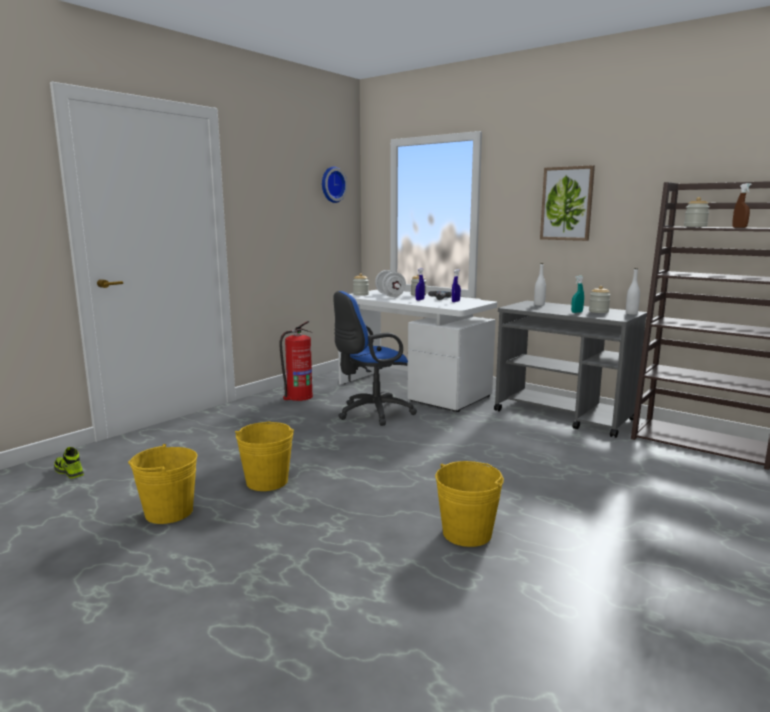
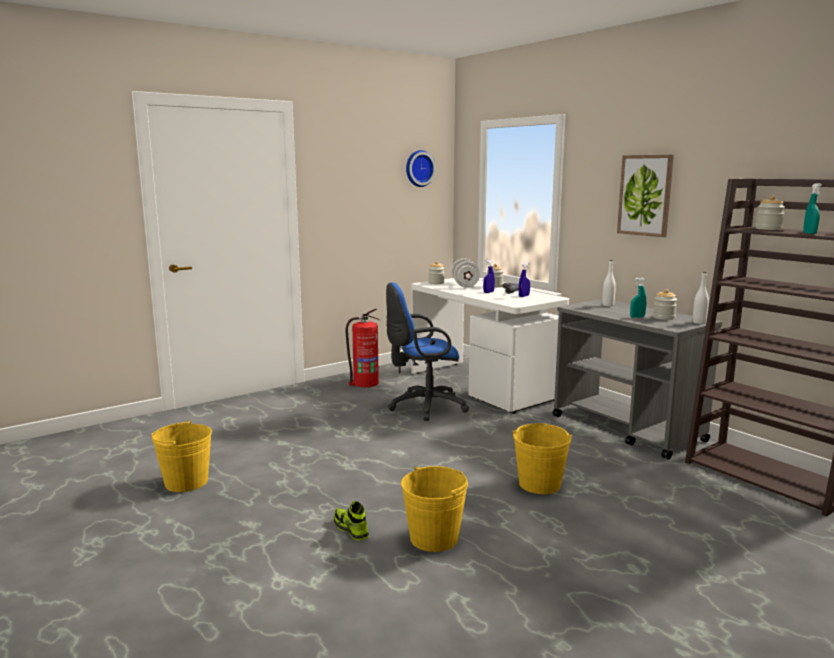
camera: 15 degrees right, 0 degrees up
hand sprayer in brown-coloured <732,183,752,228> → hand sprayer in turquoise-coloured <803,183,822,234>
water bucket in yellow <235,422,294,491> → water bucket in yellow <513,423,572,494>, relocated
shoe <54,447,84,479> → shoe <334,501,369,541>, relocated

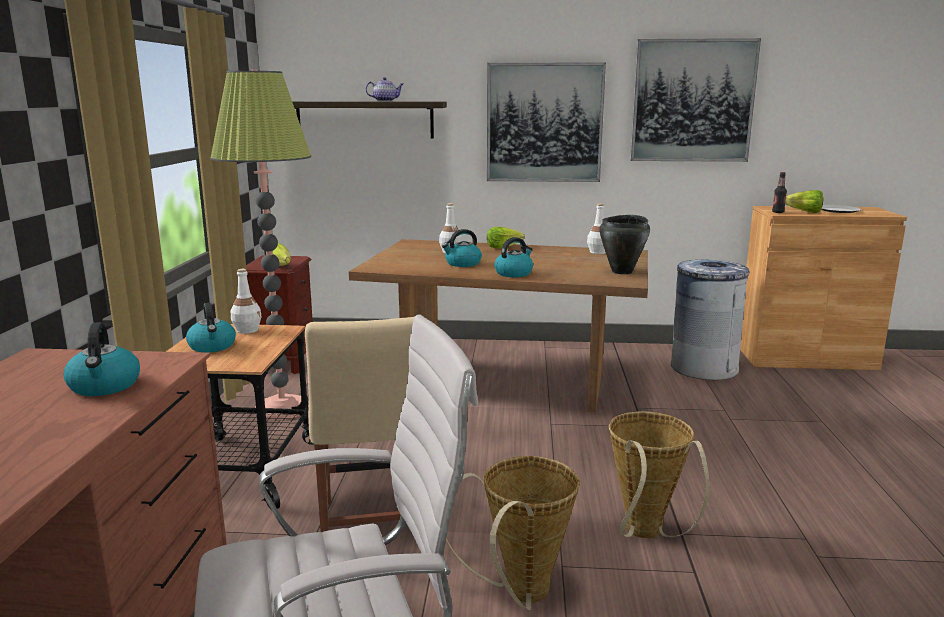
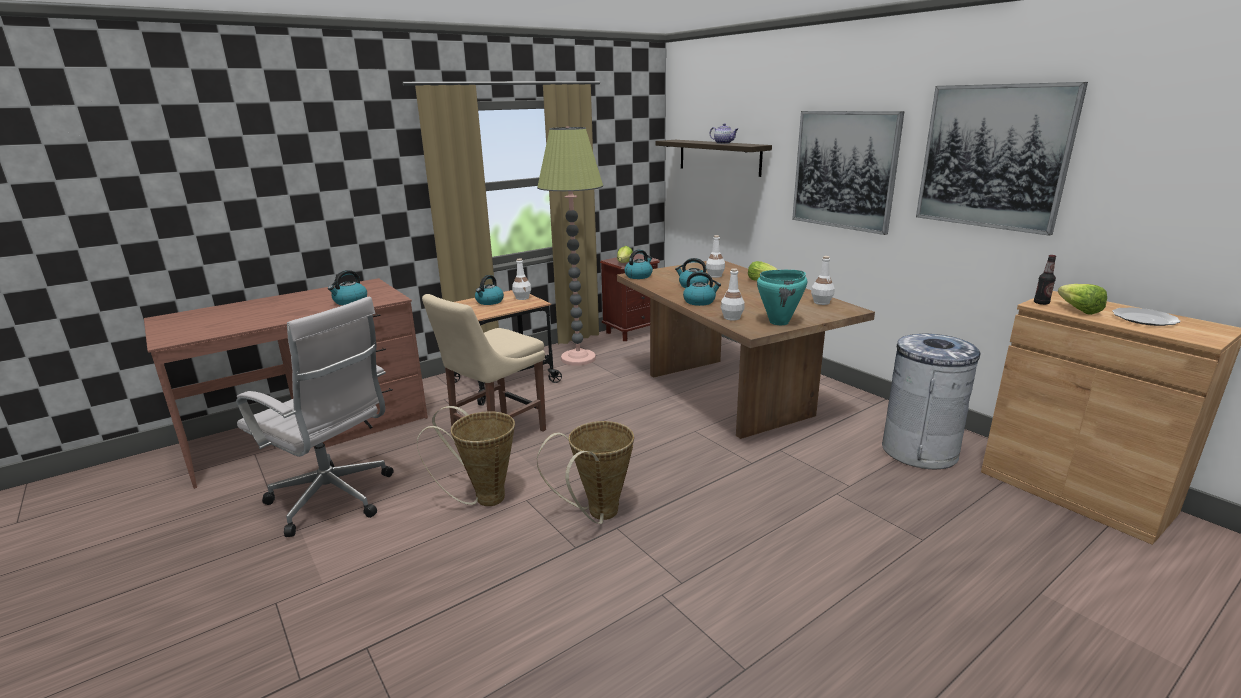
camera: 50 degrees right, 5 degrees up
cooking pot in black <599,215,650,274> → cooking pot in turquoise-coloured <757,270,807,325>
- → kettle <624,250,653,279>
- → drink bottle in whitish <721,268,745,320>

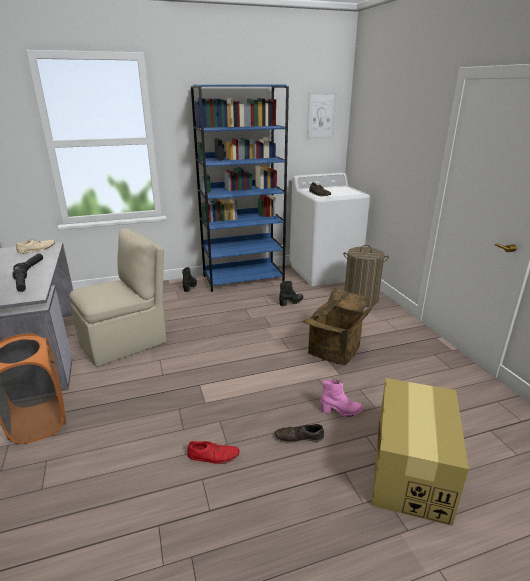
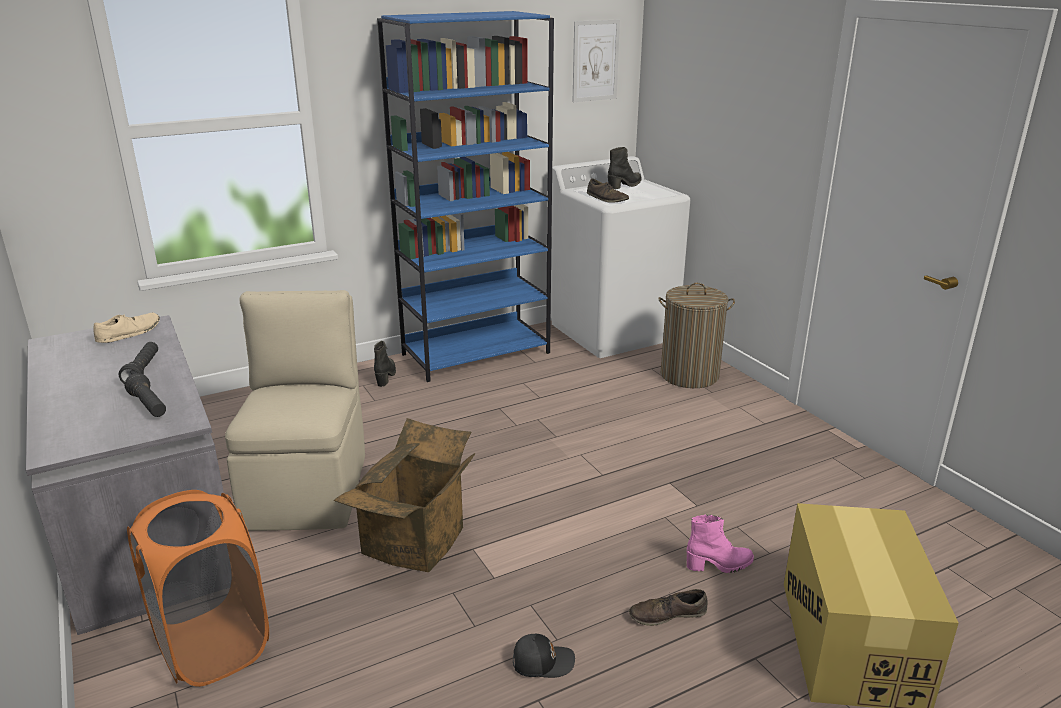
camera: 10 degrees left, 0 degrees up
upright chair in beige <69,228,167,367> → upright chair in beige <225,290,365,531>, 45 degrees counterclockwise
tall boot in black <279,281,303,306> → tall boot in black <608,147,641,189>, relocated
cardboard box <302,288,373,365> → cardboard box <334,418,475,572>, relocated
shoe in red <187,441,240,464> → cap in black <513,634,575,678>

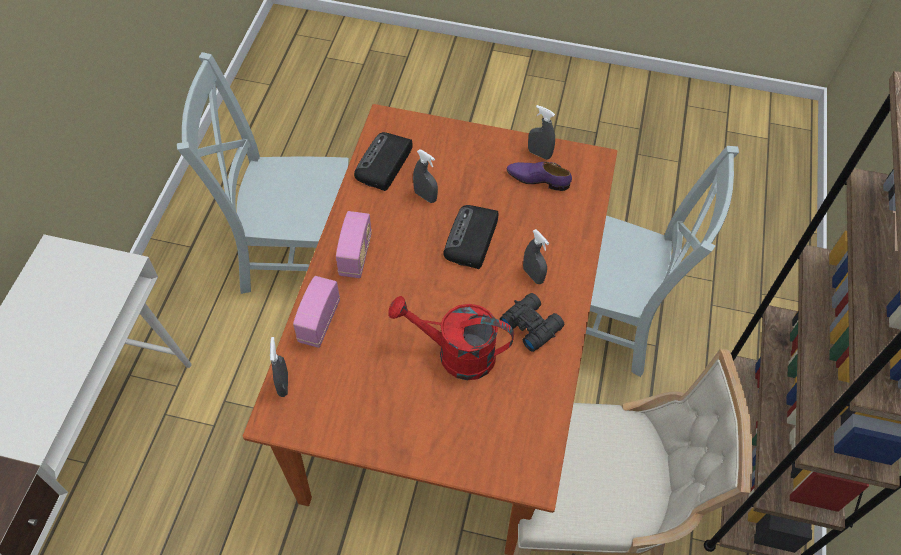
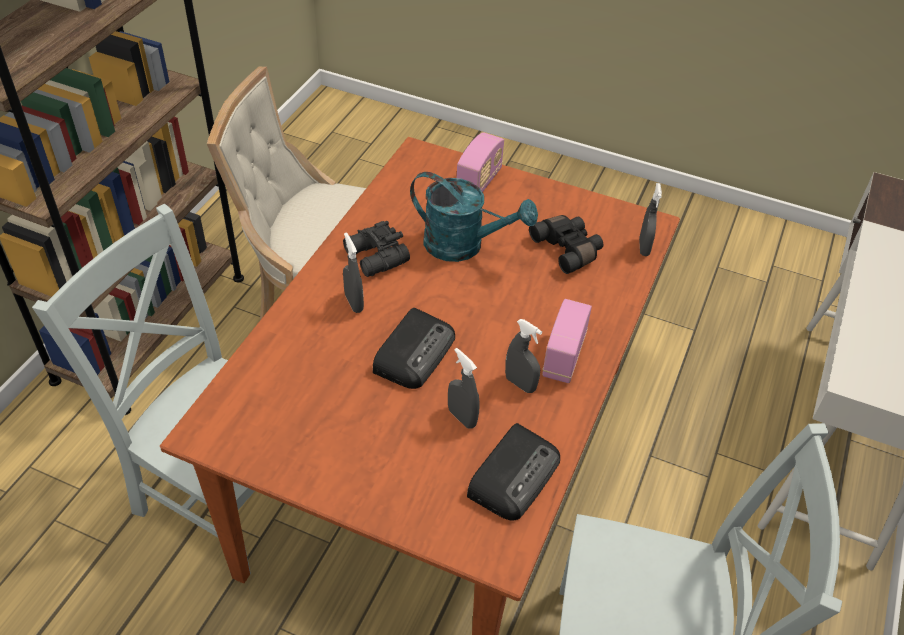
camera: 170 degrees left, 10 degrees down
hand sprayer in greyish <528,105,555,160> → hand sprayer in greyish <505,319,542,393>, relocated
shoe in purplish <507,162,572,191> → -
radio receiver <293,276,340,348> → radio receiver <457,132,504,192>, relocated
watering can in red <388,296,514,380> → watering can in turquoise-coloured <410,172,538,262>
- → binoculars in black <529,215,603,274>

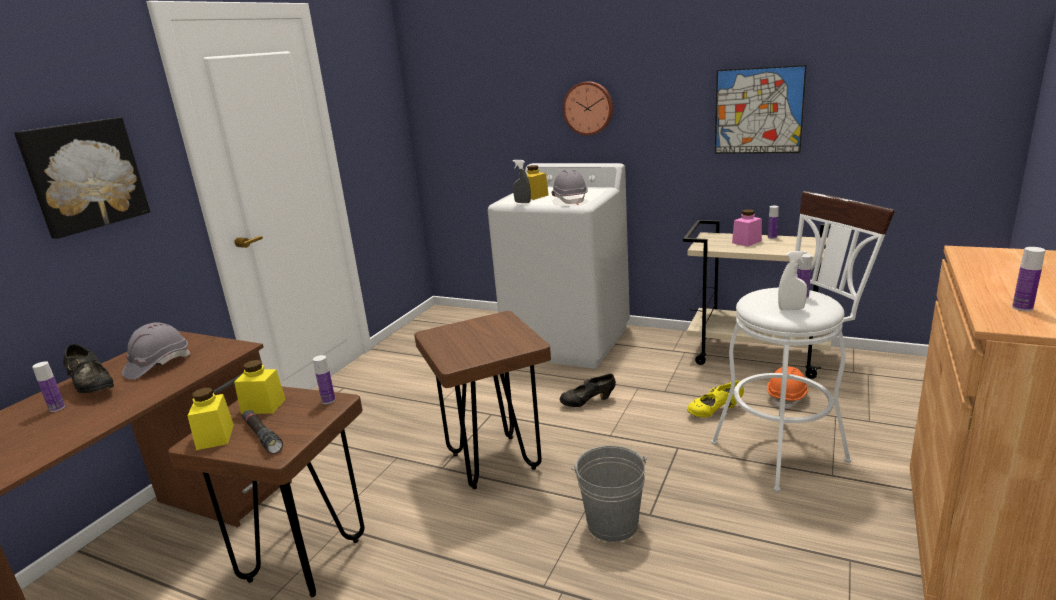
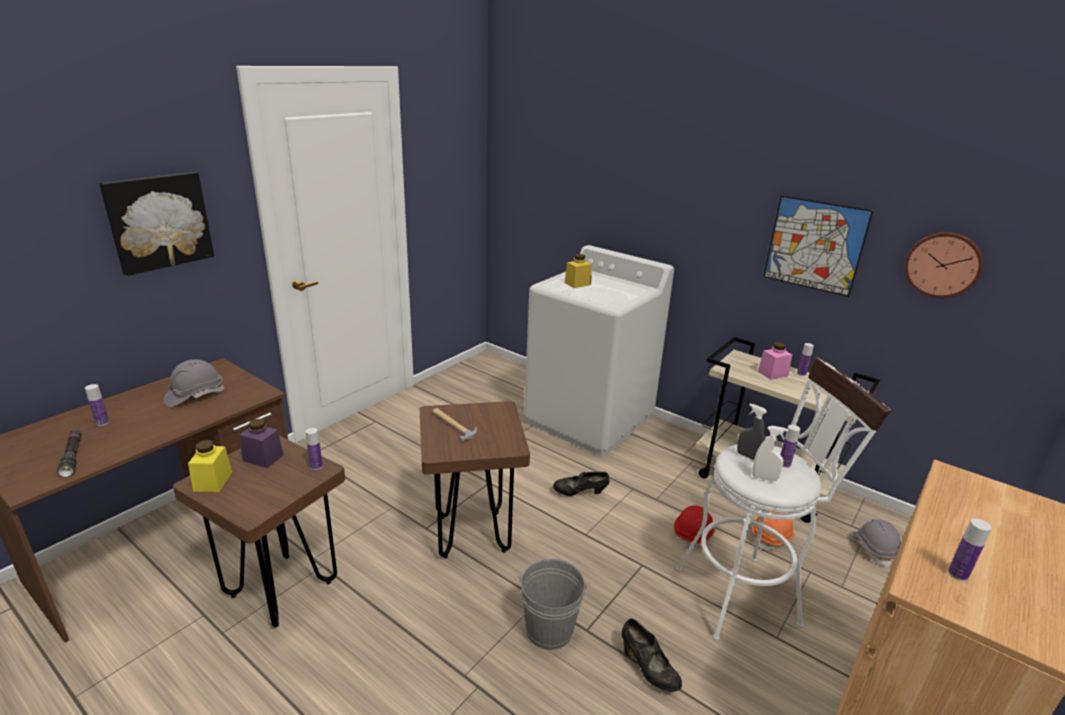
camera: 10 degrees right, 5 degrees up
hanging clock <563,81,613,135> → hanging clock <904,232,983,298>, relocated
hand sprayer in greyish <513,160,531,203> → hand sprayer in greyish <737,403,767,460>, relocated
safety helmet in greyish <552,169,588,205> → safety helmet in greyish <853,519,901,568>, relocated
shoe in black <63,344,114,393> → shoe in black <622,618,682,692>, relocated
preserve jar in yellow <234,360,286,414> → preserve jar in purplish <239,419,283,468>
shoe in yellow <687,381,744,417> → safety helmet in red <674,505,715,550>
flashlight in black <242,410,283,454> → flashlight in black <57,430,81,477>, relocated
- → tool hammer <432,408,477,443>

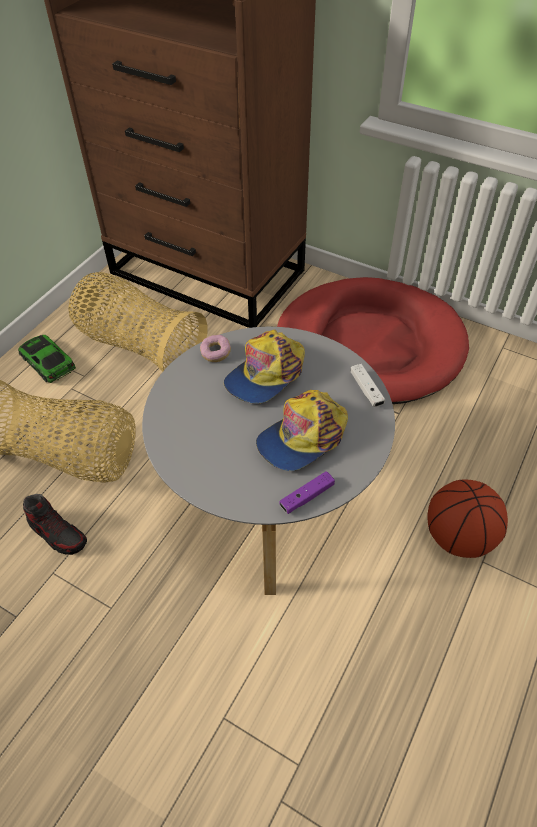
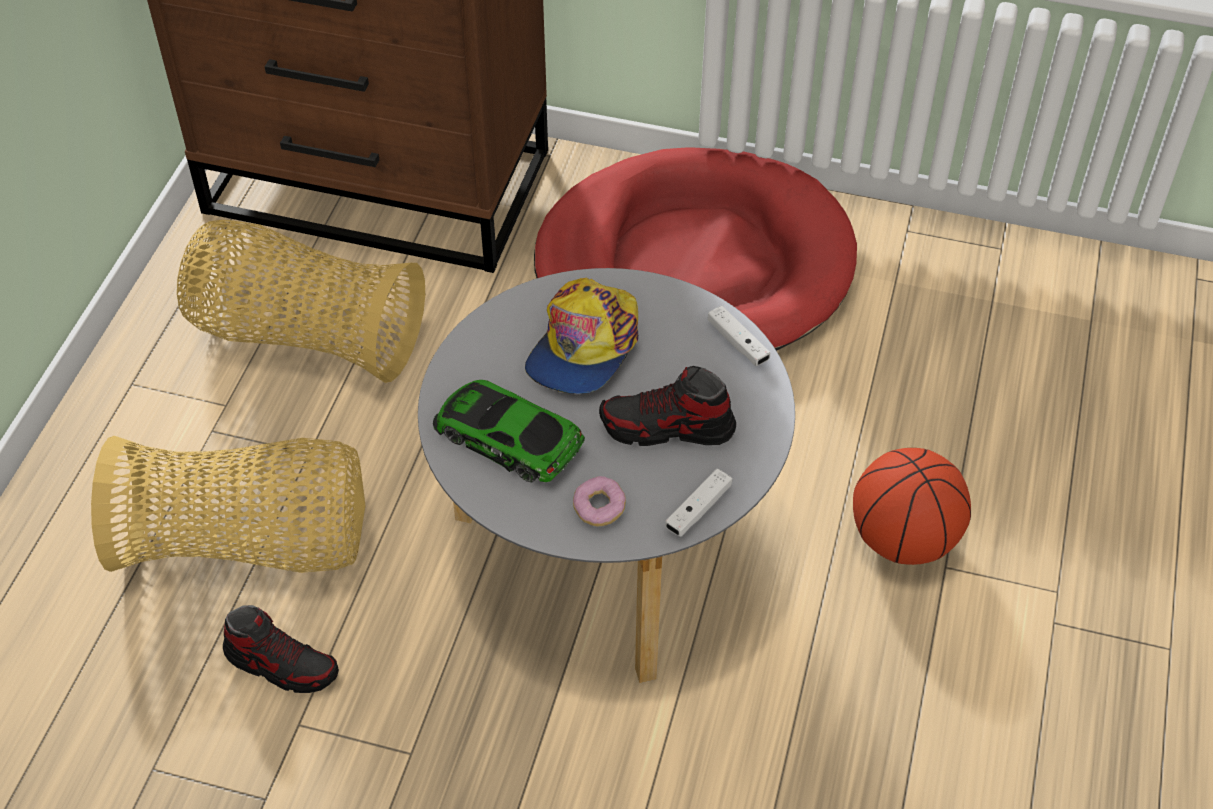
camera: 15 degrees left, 0 degrees up
toy car <18,335,76,383> → toy car <433,380,585,482>, relocated
ring doughnut <200,335,231,362> → ring doughnut <573,476,626,527>, relocated
cap <256,390,348,471> → shoe <599,366,736,446>
joypad in purplish <279,471,335,514> → joypad in whitish <665,469,732,537>

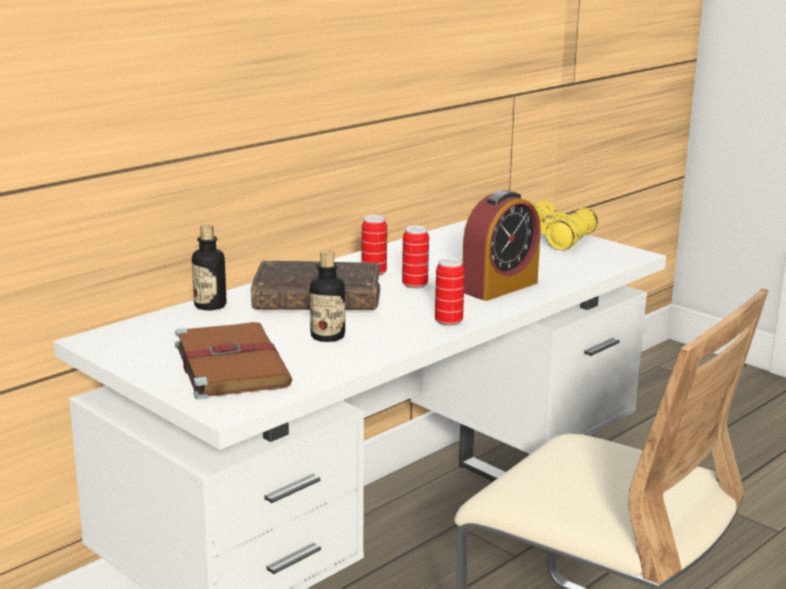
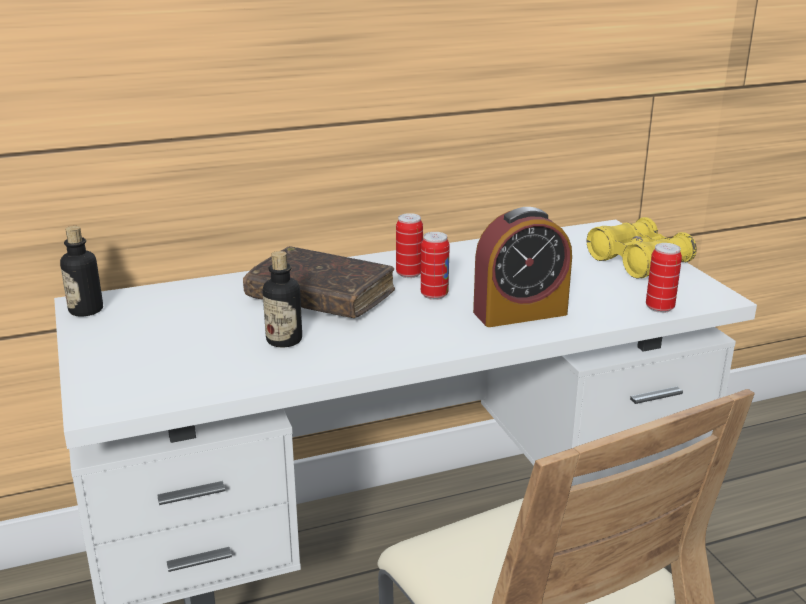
camera: 25 degrees right, 5 degrees up
drink bottle <192,224,226,310> → drink bottle <60,226,103,316>, relocated
can <435,257,465,326> → can <646,243,682,313>, relocated
bound book in brown-coloured <175,322,293,400> → -

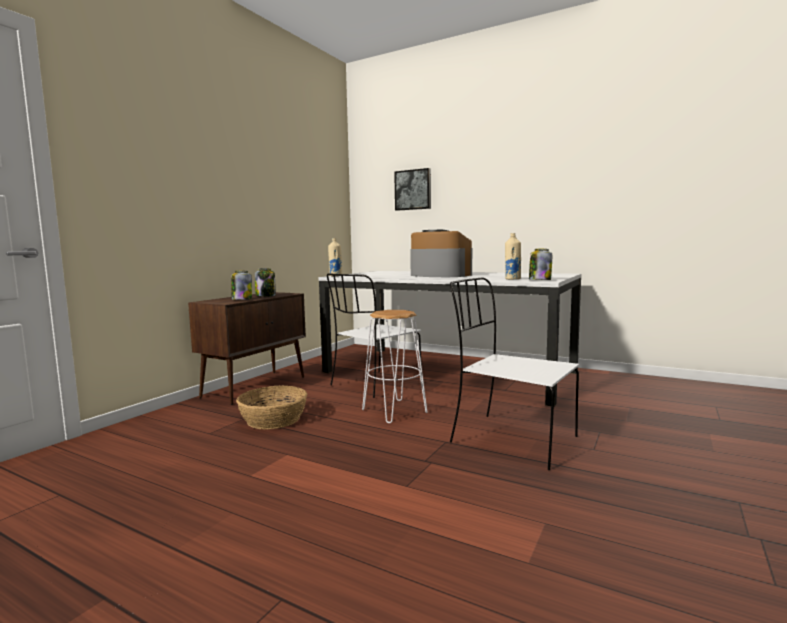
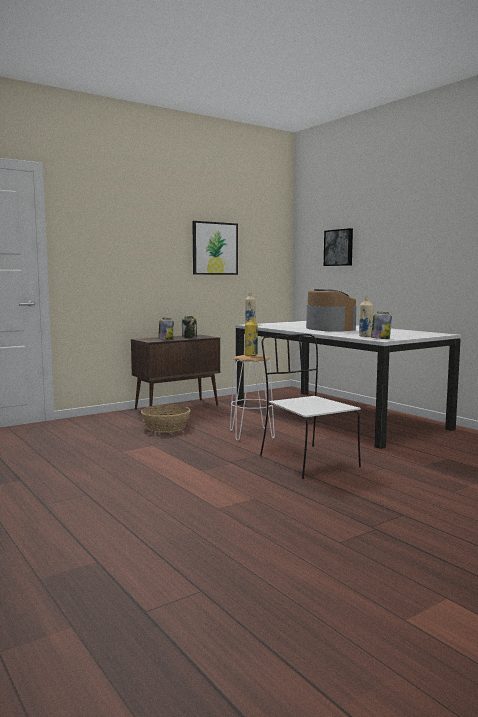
camera: 25 degrees right, 0 degrees up
upright chair in whitish <327,273,422,398> → -
- → wall art <192,221,238,275>
- → drink bottle in yellow <245,317,258,356>

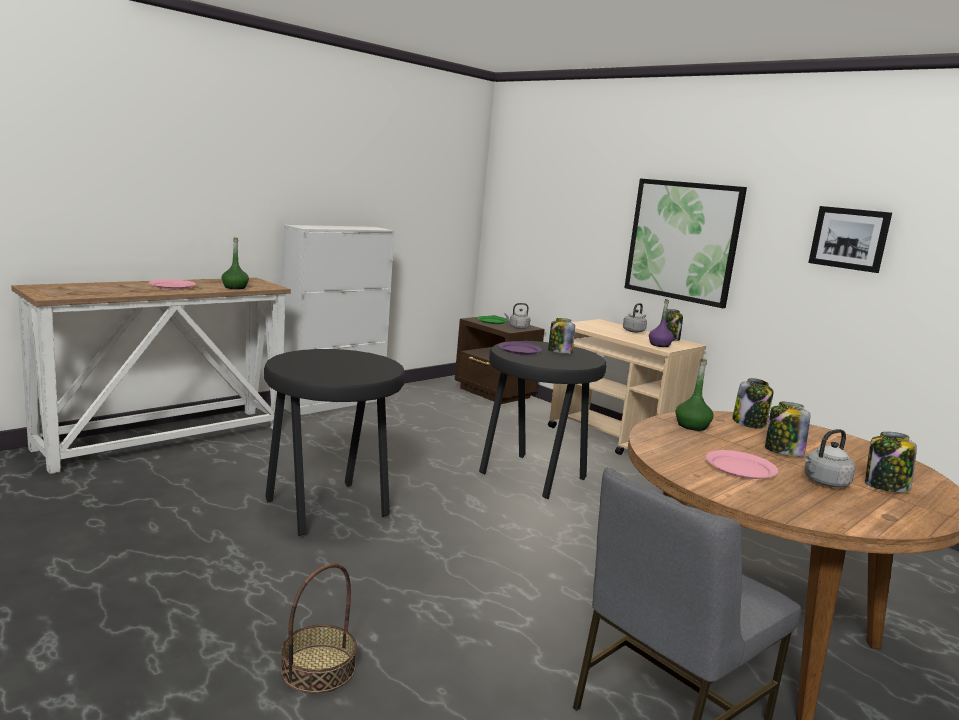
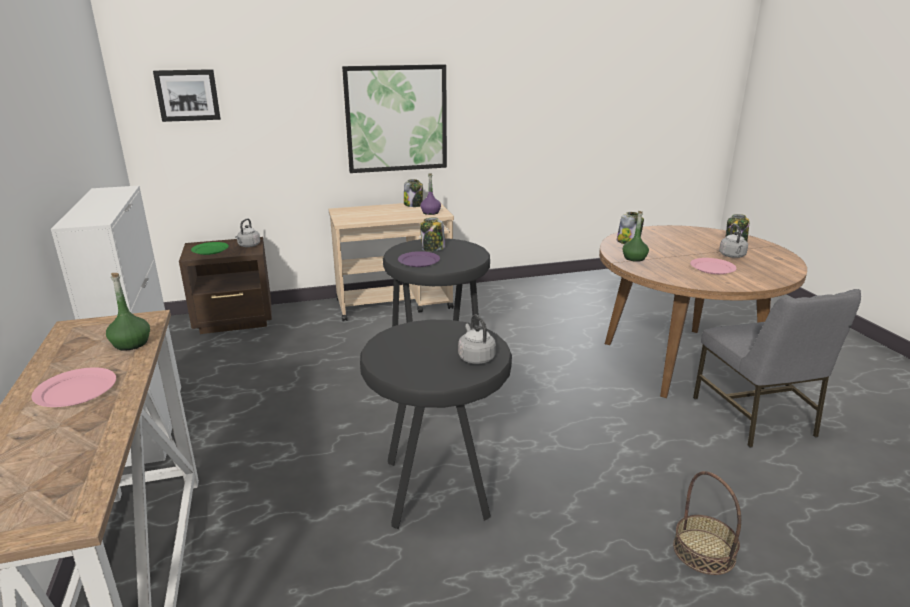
camera: 60 degrees left, 10 degrees up
wall art <808,206,892,273> → wall art <153,69,221,122>, relocated
kettle in greyish <623,303,647,333> → kettle in greyish <458,315,496,364>, relocated
preserve jar <765,402,810,456> → -

